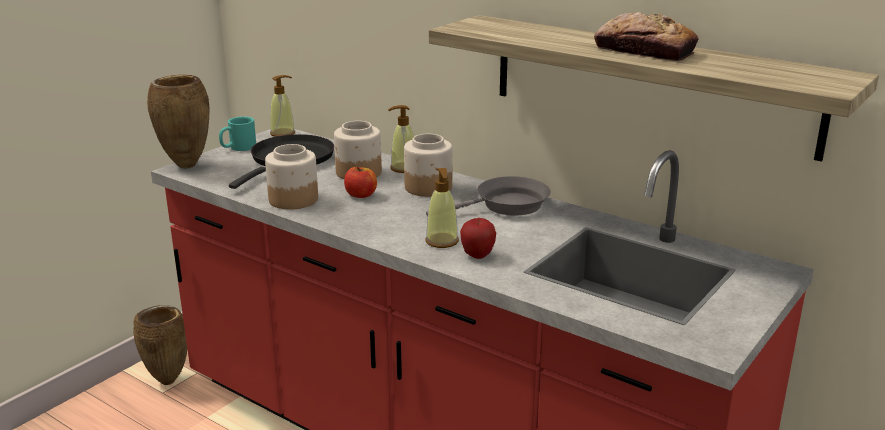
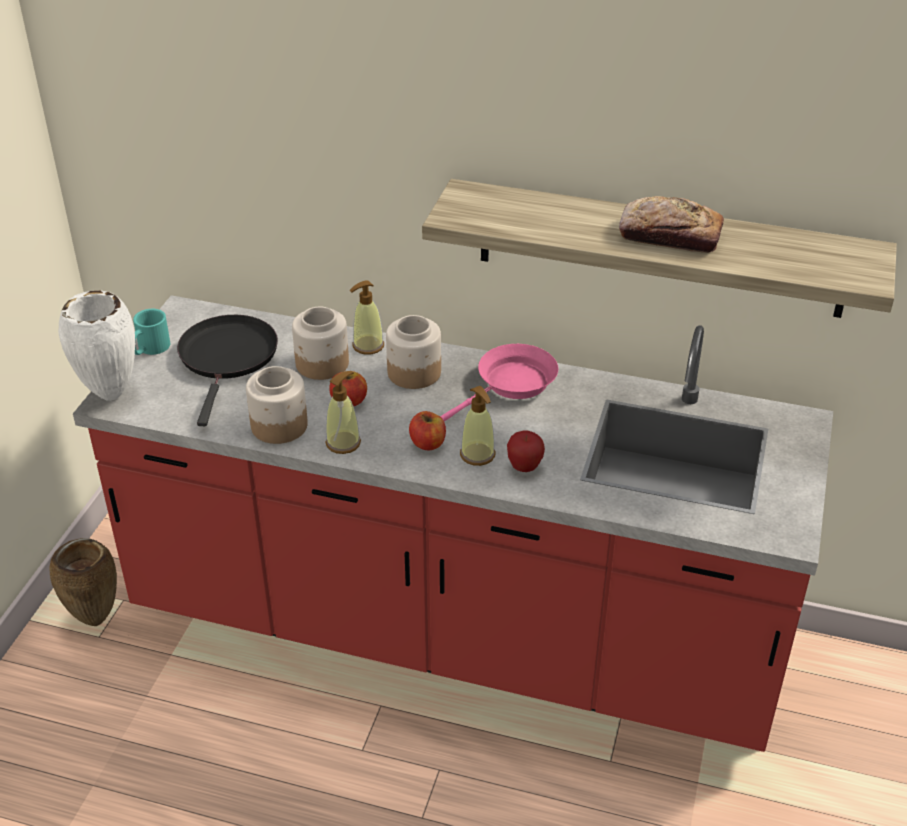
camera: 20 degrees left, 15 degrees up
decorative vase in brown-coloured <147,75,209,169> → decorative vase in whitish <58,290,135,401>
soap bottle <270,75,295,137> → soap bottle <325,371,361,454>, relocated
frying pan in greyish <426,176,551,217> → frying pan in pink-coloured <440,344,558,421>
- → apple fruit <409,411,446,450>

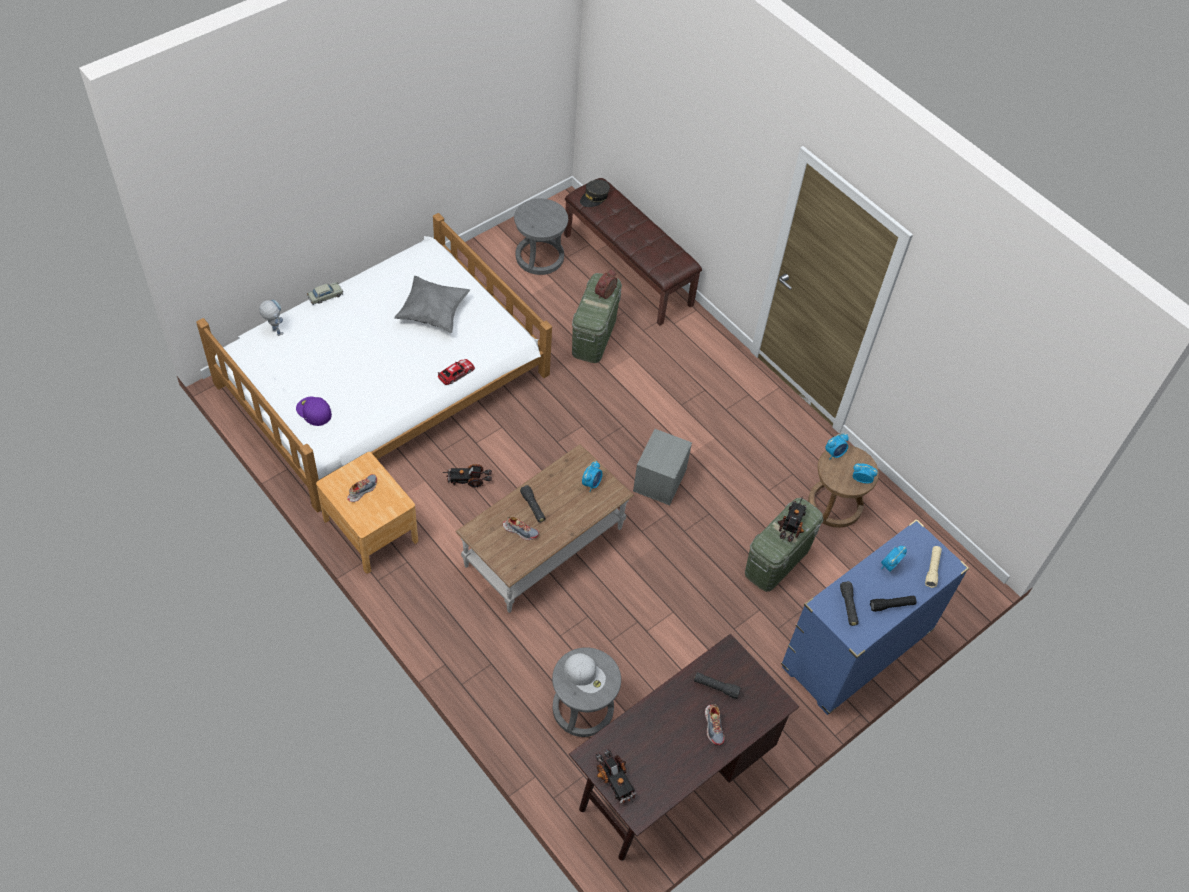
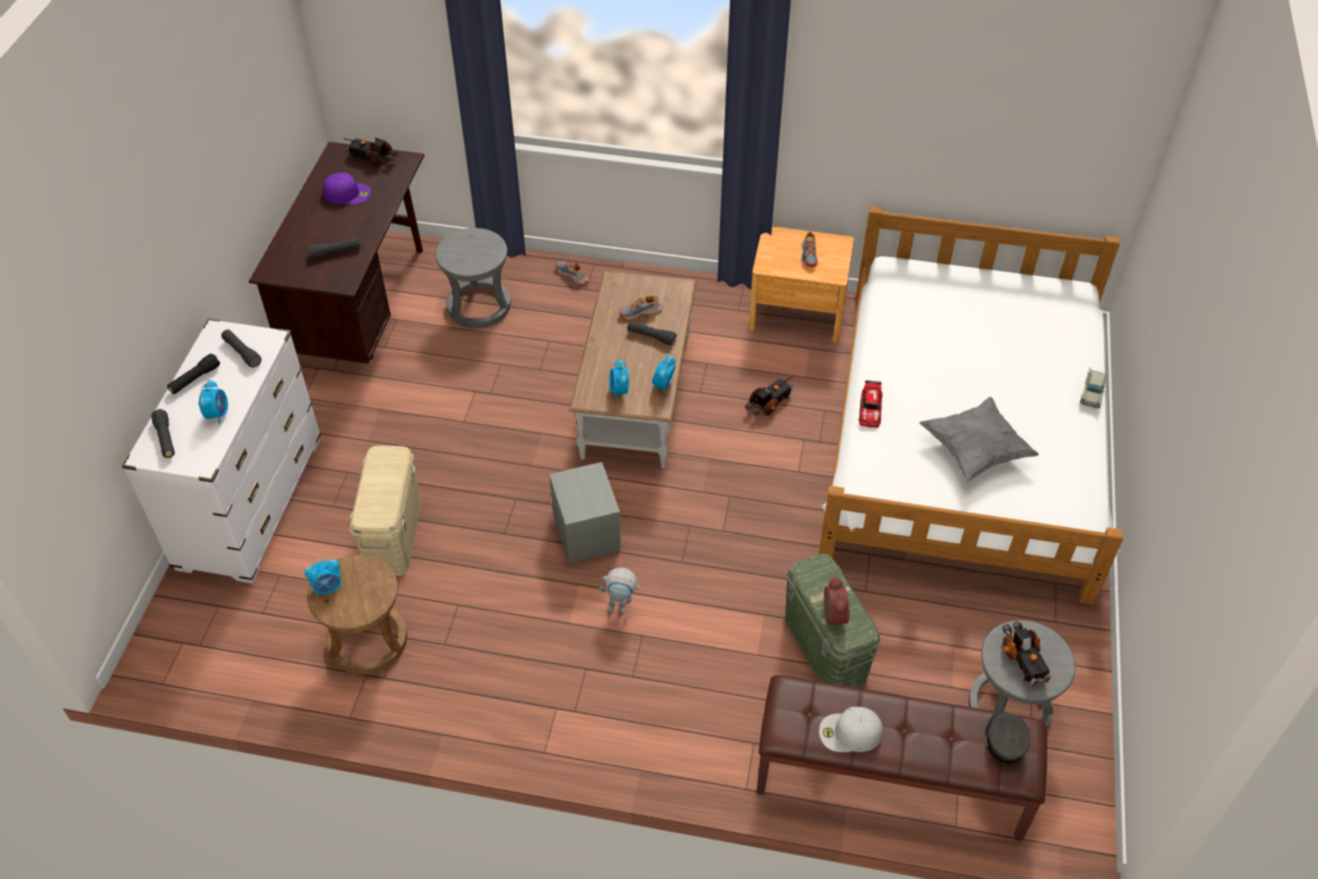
camera: 145 degrees right, 5 degrees down
model robot <259,300,283,336> → model robot <599,568,642,613>, relocated
cap in purplish <296,397,332,426> → cap in purplish <323,172,371,204>, relocated
bedside clock <825,434,849,460> → bedside clock <652,355,676,392>, relocated
toy lorry <778,497,807,542> → toy lorry <1002,621,1052,686>, relocated
storage container in greenish <745,498,823,592> → storage container in beige <349,445,421,576>
dresser in bluish <781,519,969,715> → dresser in whitish <122,318,321,583>
flashlight in beige <925,546,942,588> → flashlight in black <151,409,175,458>
cap in whitish <564,653,606,693> → cap in whitish <819,707,883,752>, relocated
shoe <705,704,724,745> → shoe <556,261,588,284>, relocated

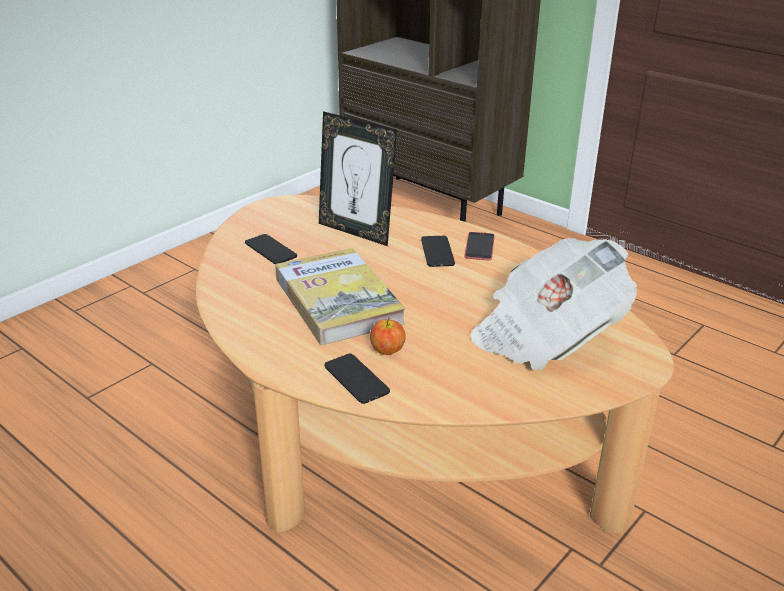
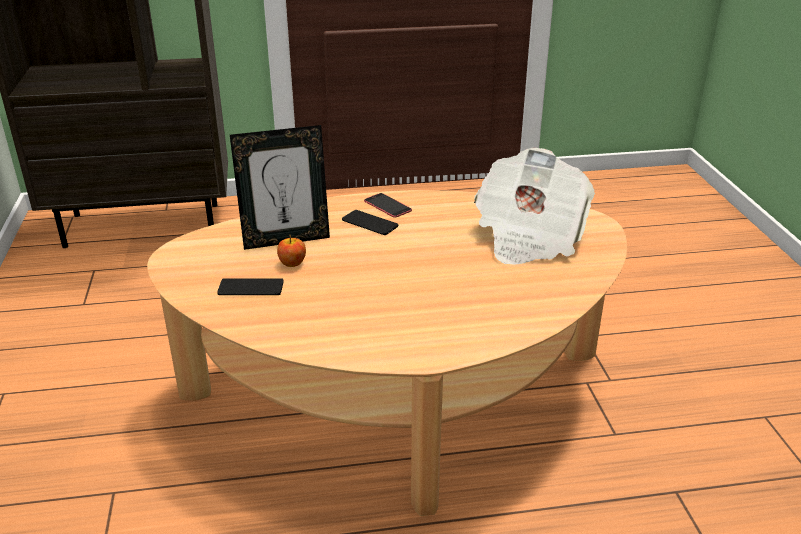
camera: 50 degrees left, 0 degrees up
bound book <275,248,406,345> → -
apple fruit <370,317,406,355> → apple fruit <277,235,306,267>, relocated
handset <325,353,390,404> → -

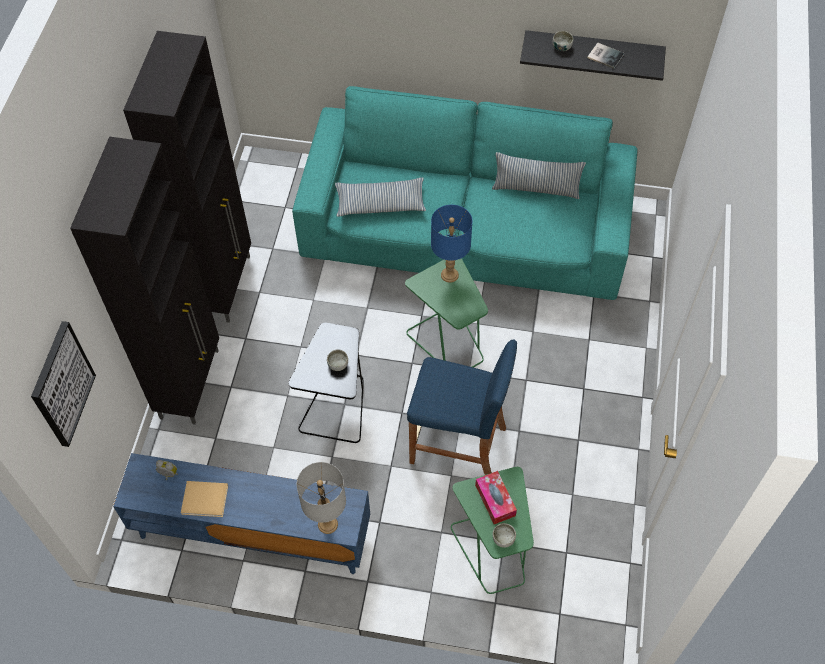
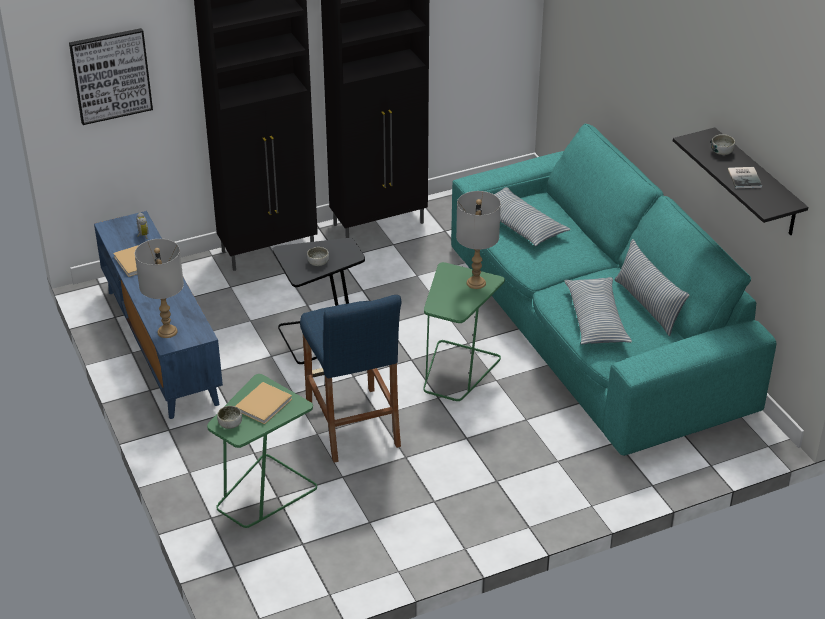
camera: 55 degrees right, 20 degrees down
lamp for a table in bluish <431,205,472,283> → lamp for a table in greyish <456,191,501,289>
tissue box <475,471,517,524> → bound book in beige <236,382,292,425>
- → throw pillow <564,277,632,345>

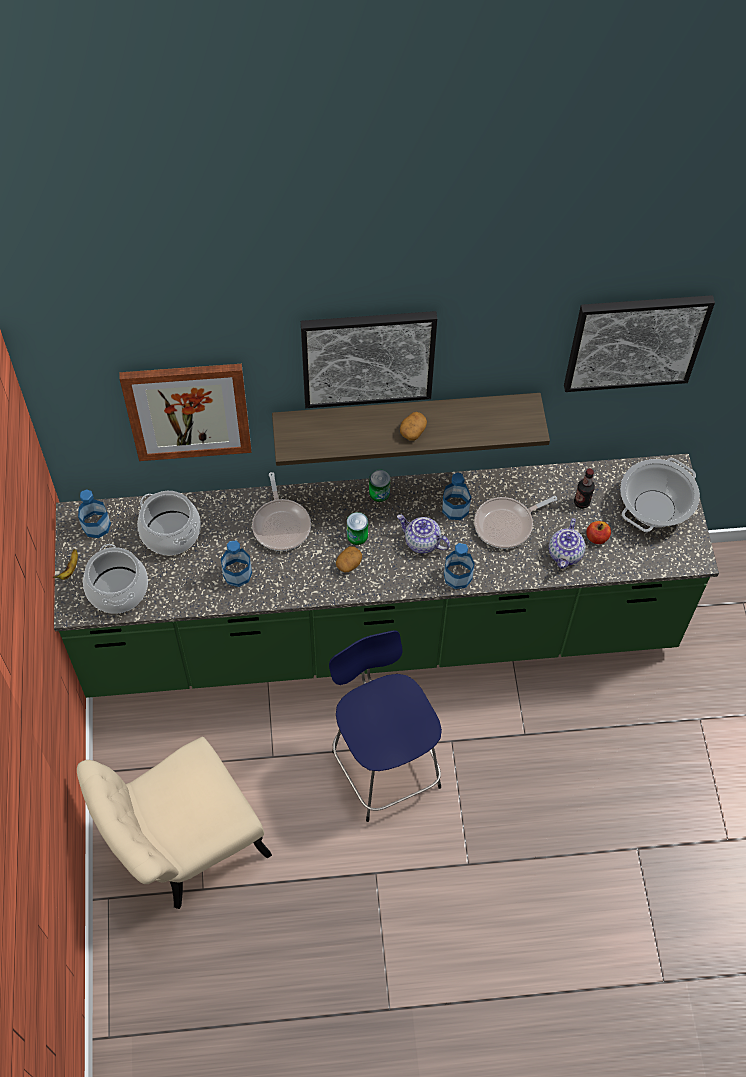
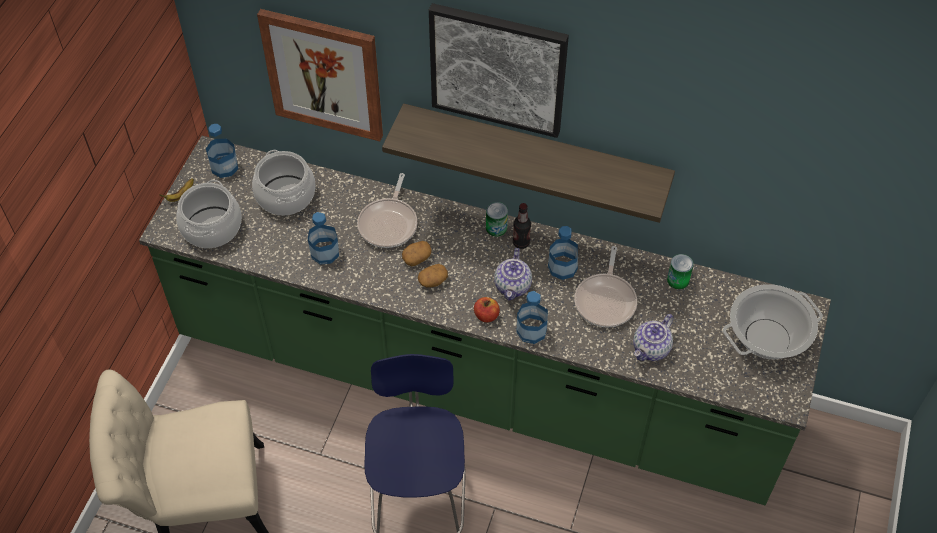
camera: 25 degrees right, 5 degrees down
wall art <564,295,715,392> → -
spud <400,412,427,440> → spud <402,241,432,266>, relocated
drink bottle <574,468,595,509> → drink bottle <513,203,531,249>, relocated
frying pan <474,496,557,549> → frying pan <574,246,637,328>, 75 degrees counterclockwise
can <347,512,368,545> → can <667,254,694,289>, relocated
pot for tea <397,514,450,554> → pot for tea <494,248,532,301>, 135 degrees counterclockwise
apple fruit <586,521,611,544> → apple fruit <474,297,500,322>, relocated

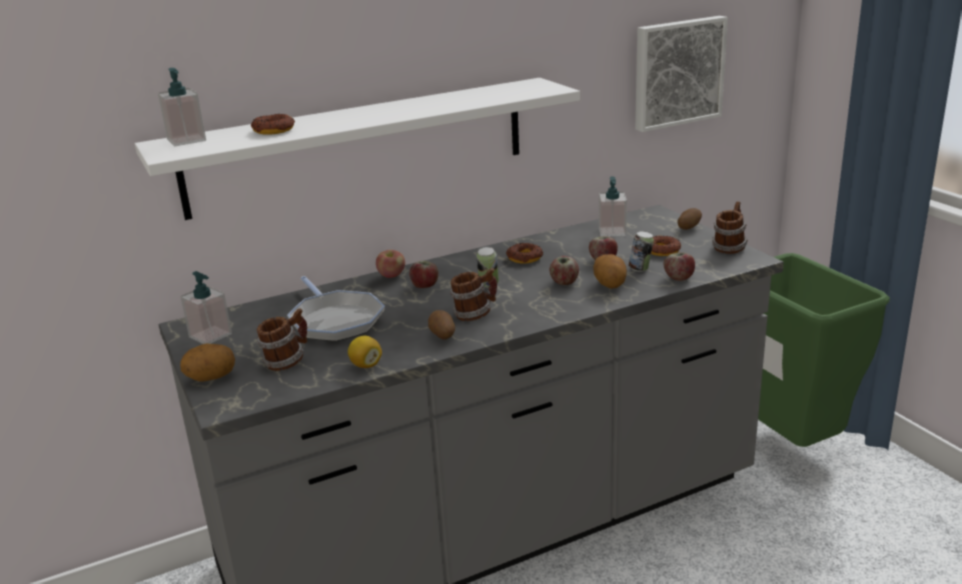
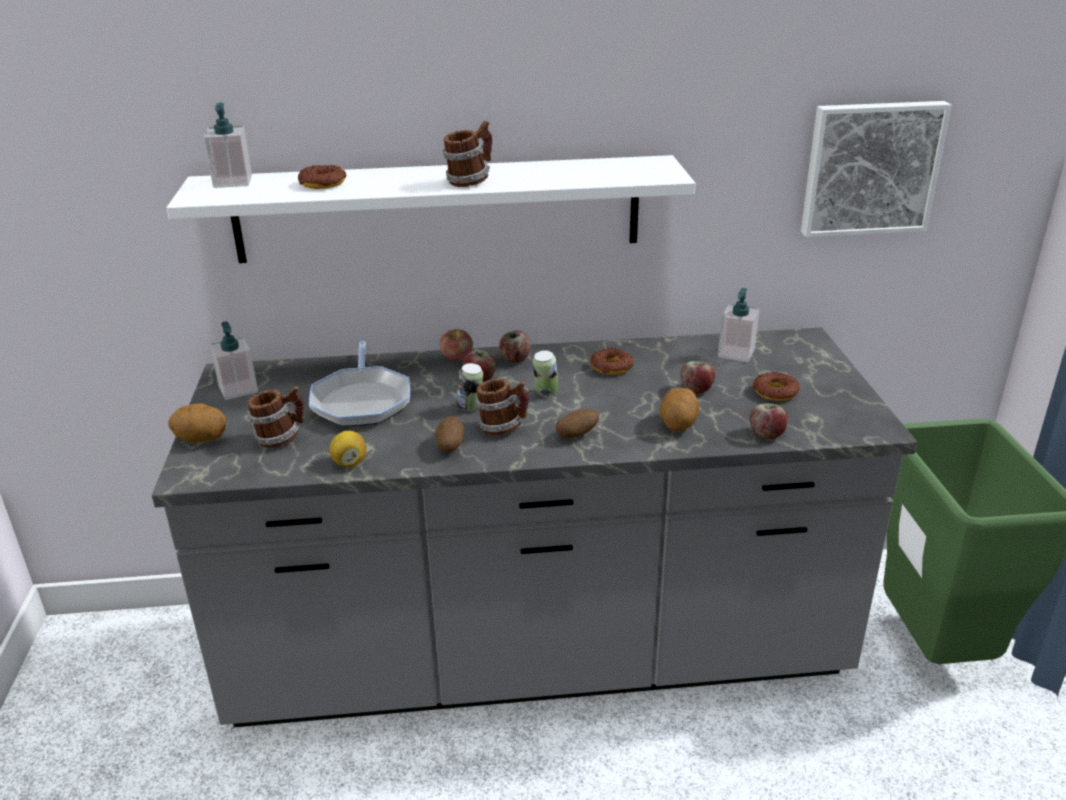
camera: 20 degrees right, 5 degrees up
mug <713,201,748,254> → mug <443,121,492,187>, relocated
spud <677,208,702,230> → spud <556,409,599,438>, relocated
can <629,231,654,272> → can <456,363,483,411>, relocated
apple fruit <550,256,579,285> → apple fruit <499,330,531,362>, relocated

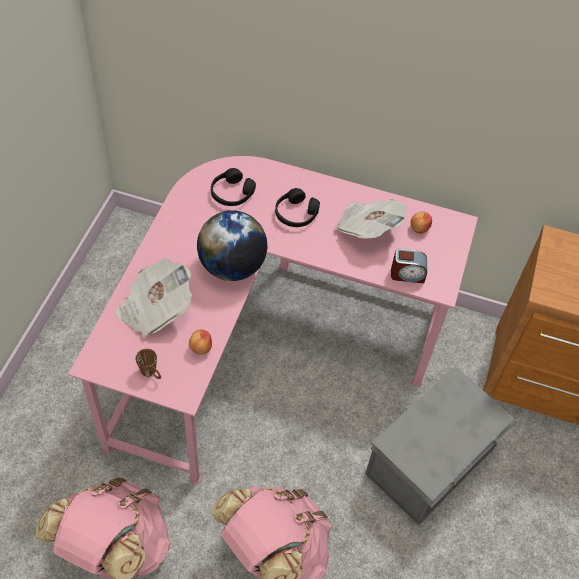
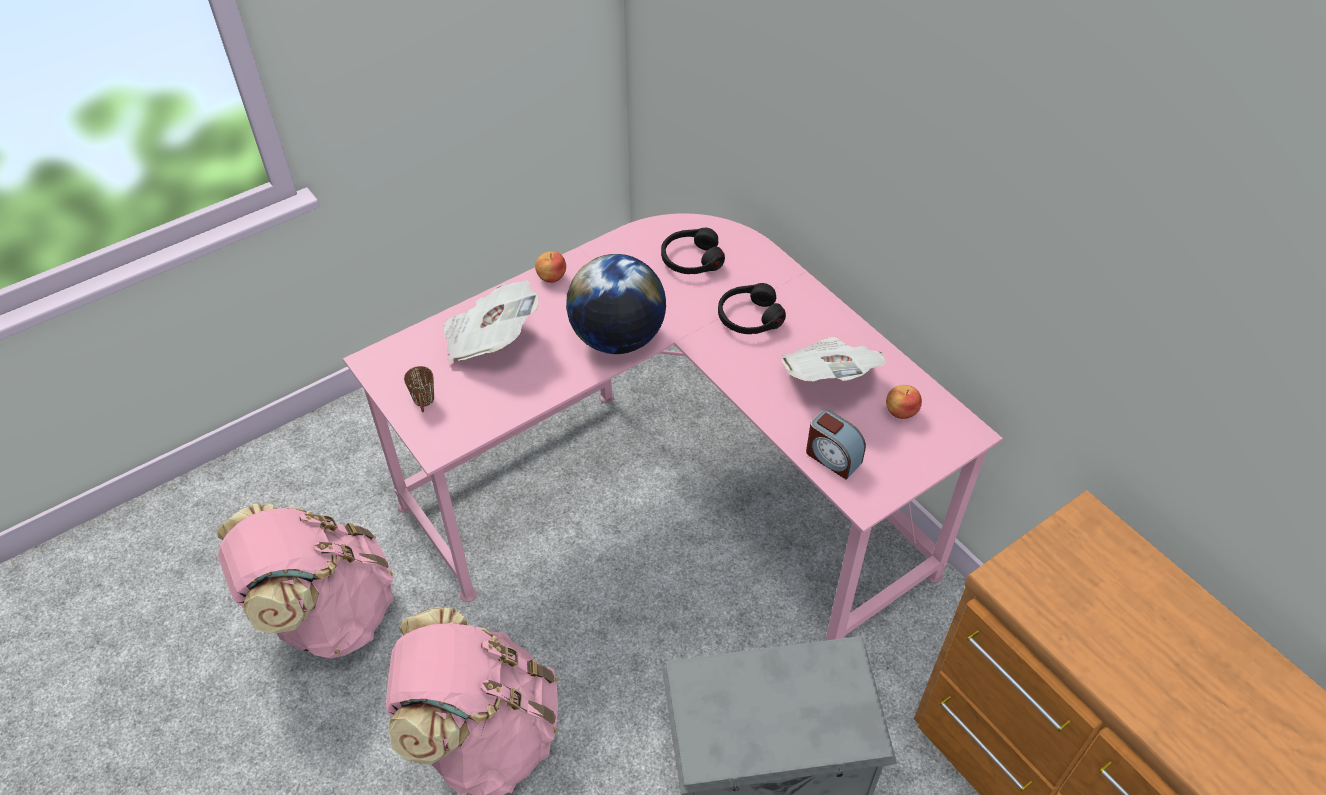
camera: 40 degrees right, 5 degrees down
apple fruit <189,330,212,355> → apple fruit <535,251,566,283>, relocated

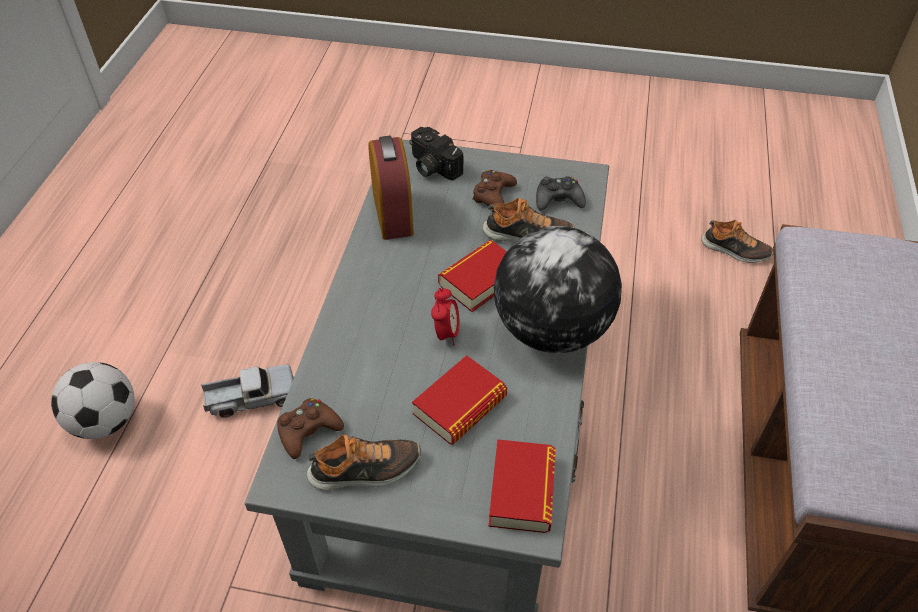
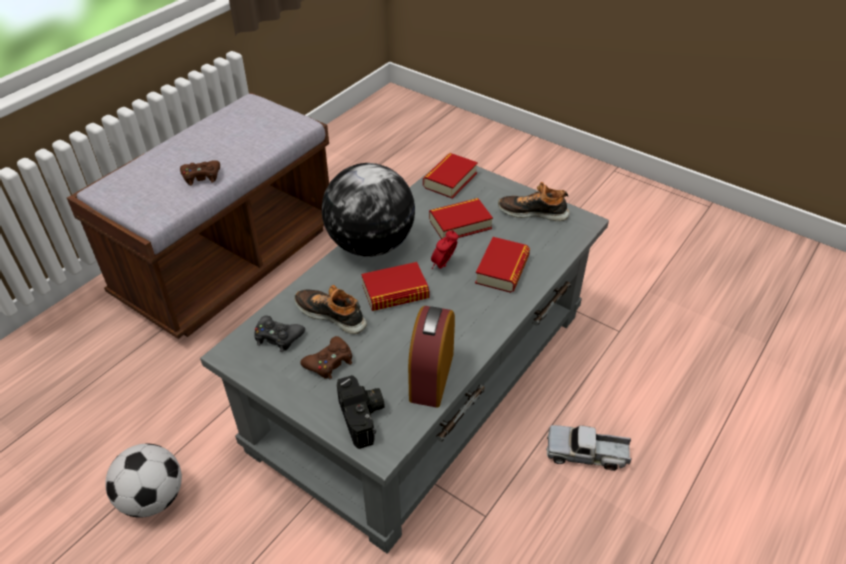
camera: 155 degrees left, 5 degrees down
shoe <701,220,773,263> → -
football ball <51,362,135,439> → football ball <105,444,182,518>, relocated
joypad in brown-coloured <277,398,344,459> → joypad in brown-coloured <180,160,220,186>, relocated
- → bound book <475,237,530,293>

